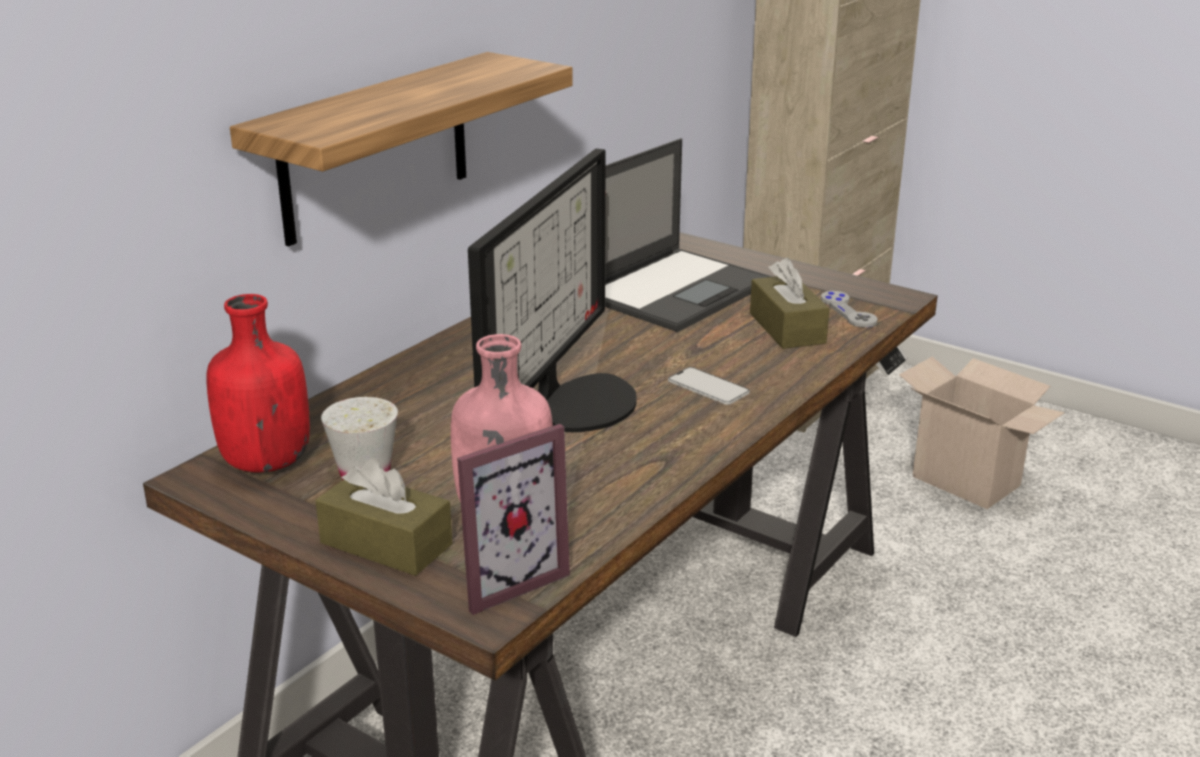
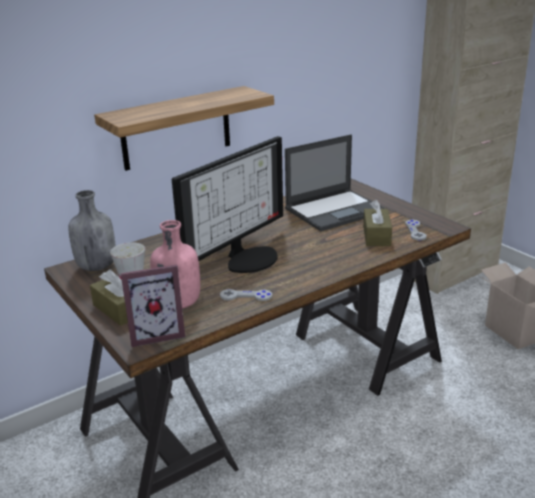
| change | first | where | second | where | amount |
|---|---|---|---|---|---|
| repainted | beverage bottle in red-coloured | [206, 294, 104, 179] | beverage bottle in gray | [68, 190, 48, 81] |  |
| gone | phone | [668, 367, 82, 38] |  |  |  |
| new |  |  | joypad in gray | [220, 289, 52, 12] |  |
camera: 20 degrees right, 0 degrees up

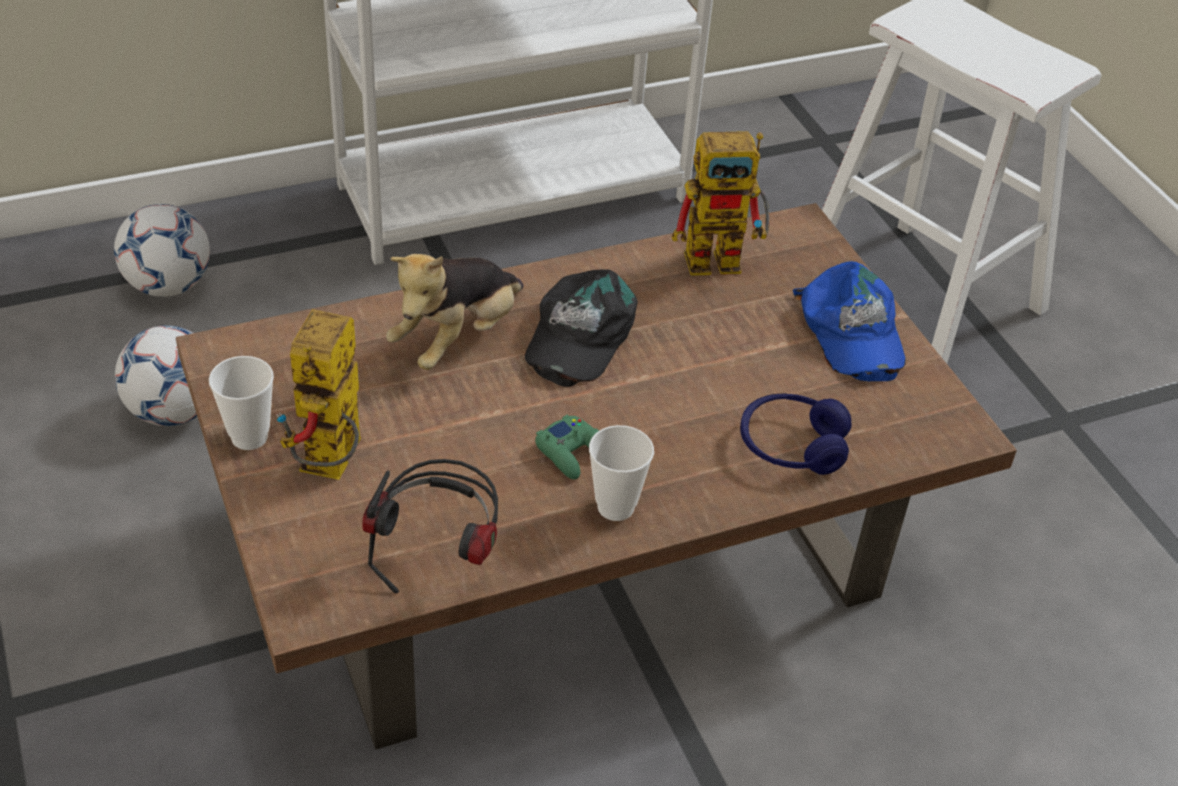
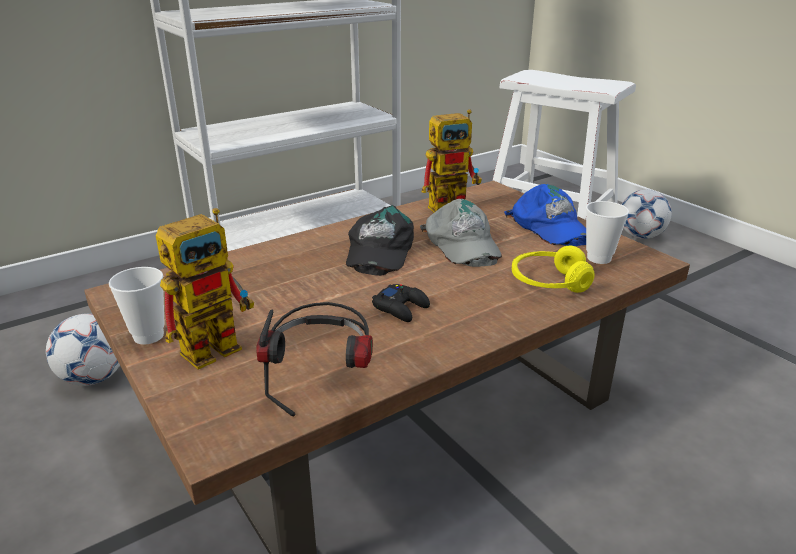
| change | first | where | second | where | amount |
|---|---|---|---|---|---|
| shifted | football ball | [114, 204, 96, 93] |  | [622, 189, 50, 50] |  |
| gone | cuddly toy | [386, 254, 137, 116] |  |  |  |
| rotated | model robot | [276, 309, 85, 171] |  | [156, 208, 98, 161] | 135 degrees counterclockwise |
| repainted | pair of headphones in blue-coloured | [740, 393, 112, 82] | pair of headphones in yellow-coloured | [512, 246, 83, 47] |  |
| repainted | joypad in greenish | [535, 414, 64, 66] | joypad in black-coloured | [372, 284, 58, 38] |  |
| shifted | drinking cup | [589, 425, 65, 96] |  | [586, 201, 43, 63] |  |
| new |  |  | baseball cap in gray | [420, 199, 82, 68] |  |
camera: 10 degrees left, 15 degrees down

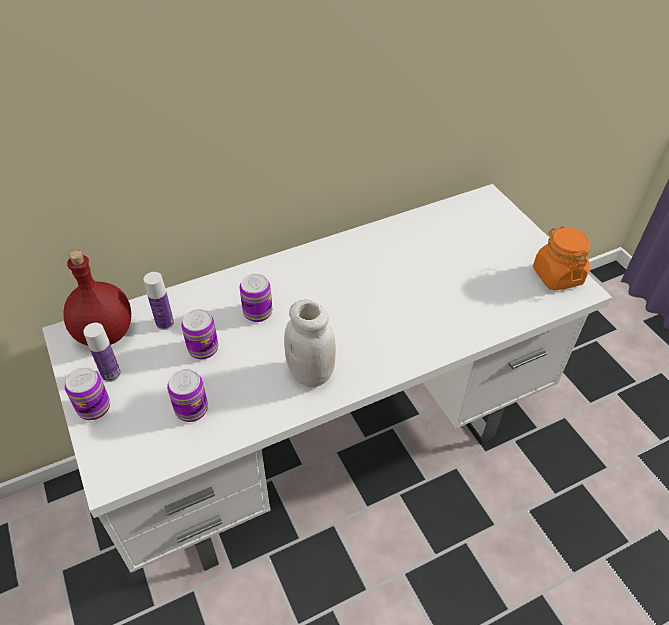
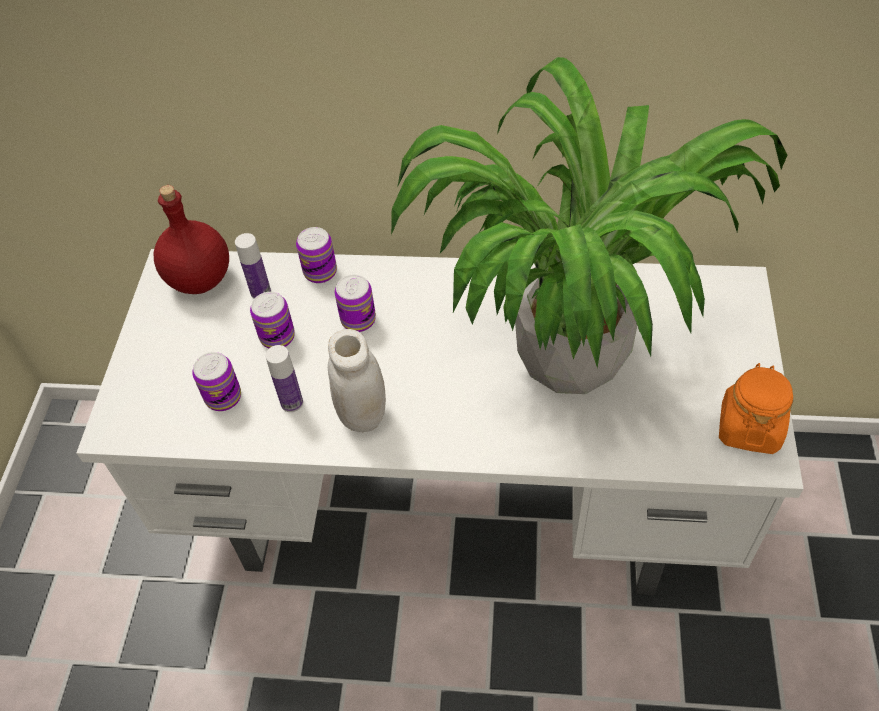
| change | first | where | second | where | amount |
|---|---|---|---|---|---|
| shifted | beverage bottle | [83, 323, 38, 59] |  | [265, 345, 38, 67] |  |
| shifted | metal can | [65, 367, 45, 53] |  | [296, 227, 41, 56] |  |
| new |  |  | potted plant | [391, 57, 396, 337] |  |
camera: 35 degrees right, 5 degrees up

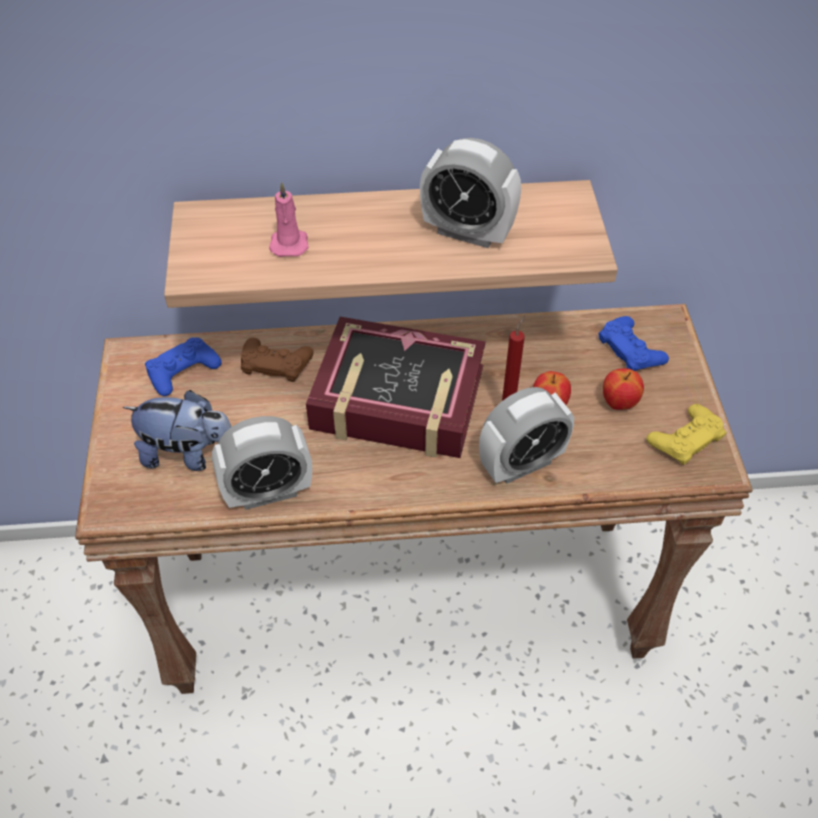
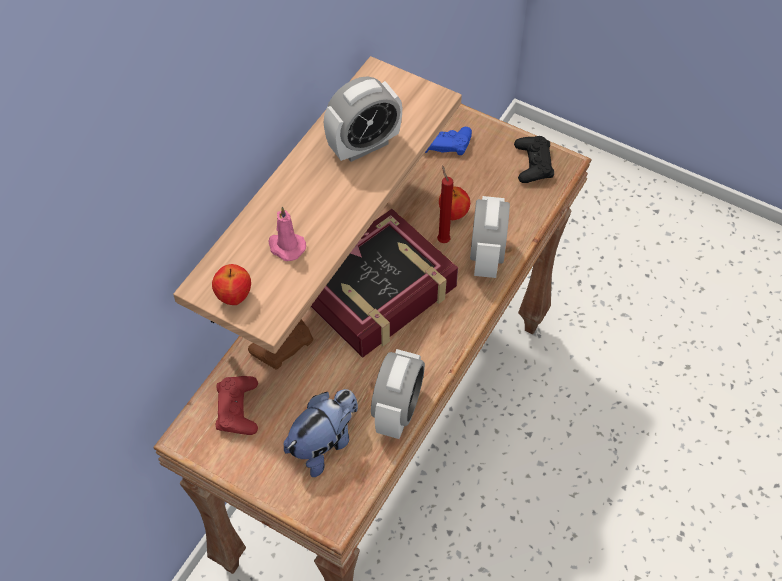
| change | first | where | second | where | amount |
|---|---|---|---|---|---|
| repainted | joypad in blue-coloured | [145, 337, 77, 59] | joypad in red-coloured | [216, 376, 42, 59] |  |
| shifted | apple | [603, 368, 41, 42] |  | [212, 264, 39, 41] |  |
| repainted | joypad in yellow-coloured | [647, 404, 80, 61] | joypad in black-coloured | [514, 136, 40, 47] |  |
camera: 55 degrees left, 5 degrees up

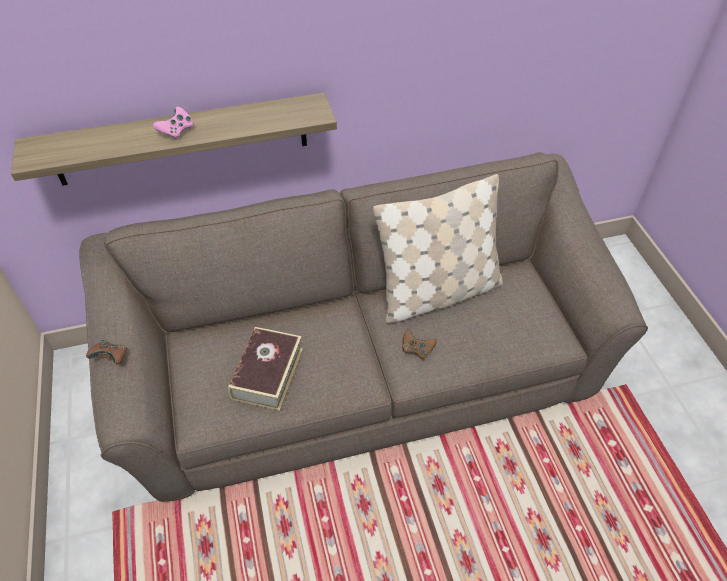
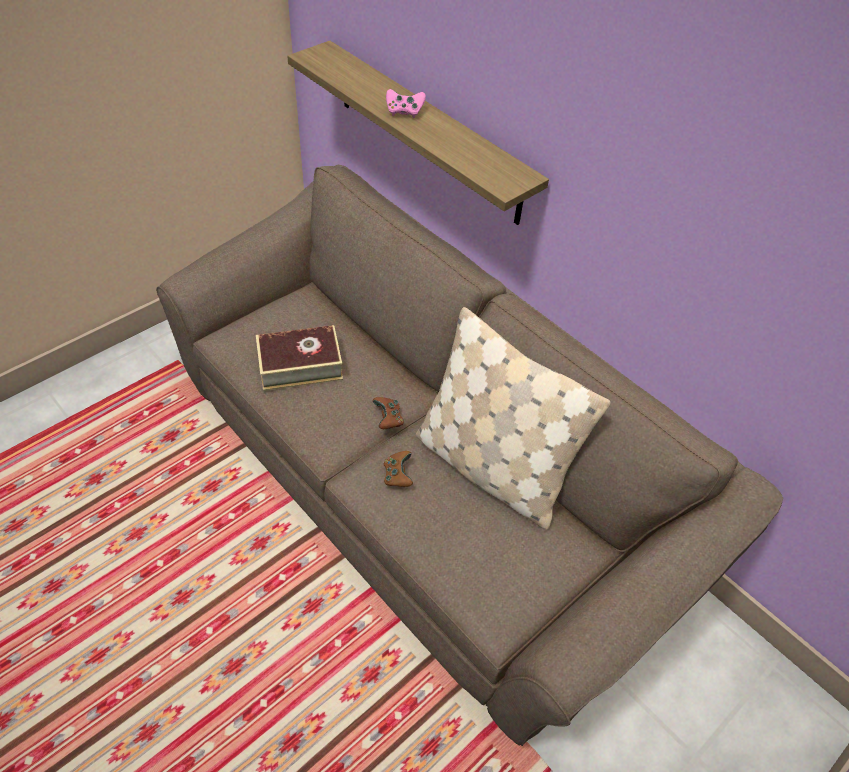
| change | first | where | second | where | amount |
|---|---|---|---|---|---|
| shifted | joypad in brown-coloured | [86, 340, 41, 25] |  | [373, 397, 31, 32] |  |
camera: 60 degrees right, 0 degrees up

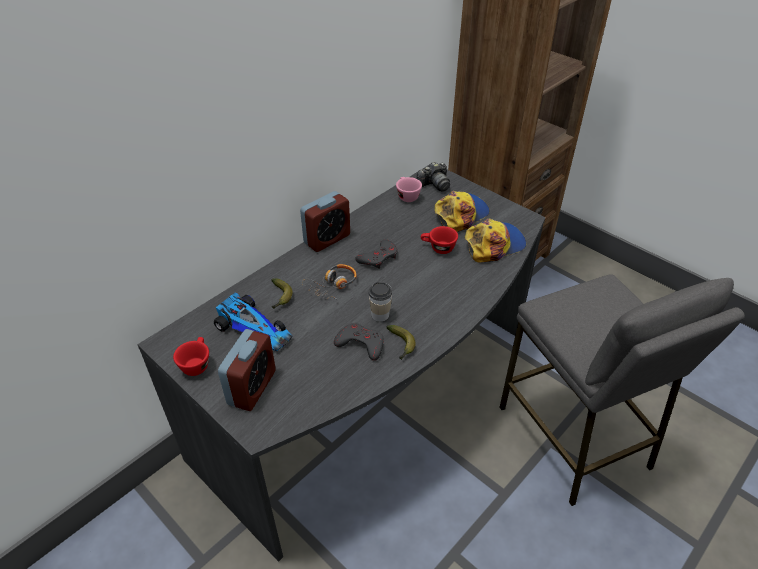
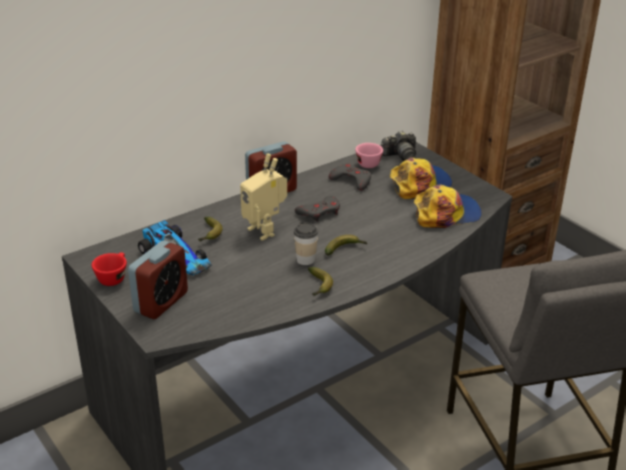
| change | first | where | second | where | amount |
|---|---|---|---|---|---|
| gone | drinking cup in red-coloured | [421, 226, 37, 28] |  |  |  |
| swapped | pair of headphones | [302, 264, 55, 35] | model robot | [240, 153, 47, 88] |  |
| shifted | joypad in gray | [334, 323, 49, 38] |  | [329, 163, 42, 28] |  |
| new |  |  | banana | [325, 235, 43, 21] |  |
camera: 10 degrees right, 10 degrees down

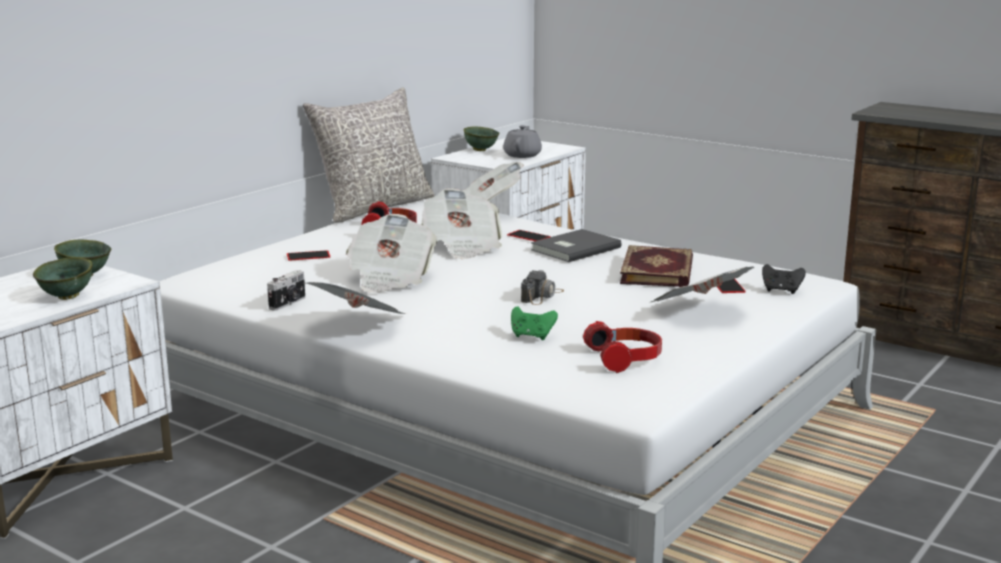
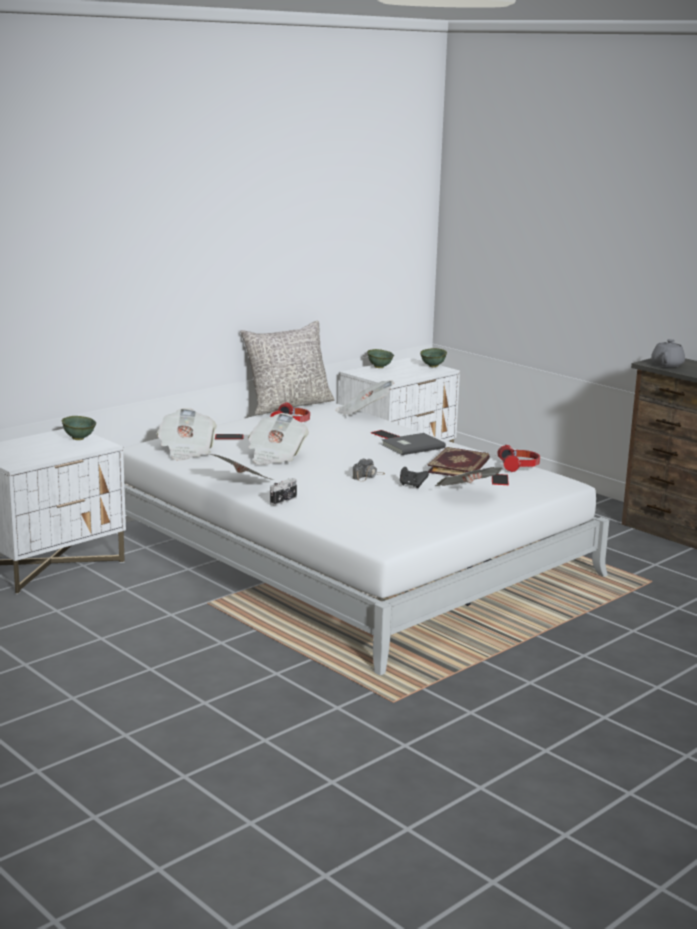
| change | first | where | second | where | amount |
|---|---|---|---|---|---|
| shifted | pot for tea in gray | [503, 125, 39, 33] |  | [651, 339, 34, 28] |  |
| shifted | daily paper | [421, 188, 81, 71] |  | [157, 408, 60, 52] |  |
| shifted | serving bowl in greenish | [33, 257, 60, 43] |  | [420, 348, 27, 19] |  |
| shifted | joypad in black-coloured | [762, 264, 44, 30] |  | [400, 467, 29, 22] |  |
| shifted | still camera | [267, 270, 38, 41] |  | [270, 478, 27, 28] |  |
| gone | joypad in greenish | [511, 306, 47, 34] |  |  |  |
| shifted | pair of headphones | [583, 321, 79, 52] |  | [497, 445, 43, 27] |  |
camera: 10 degrees right, 0 degrees up

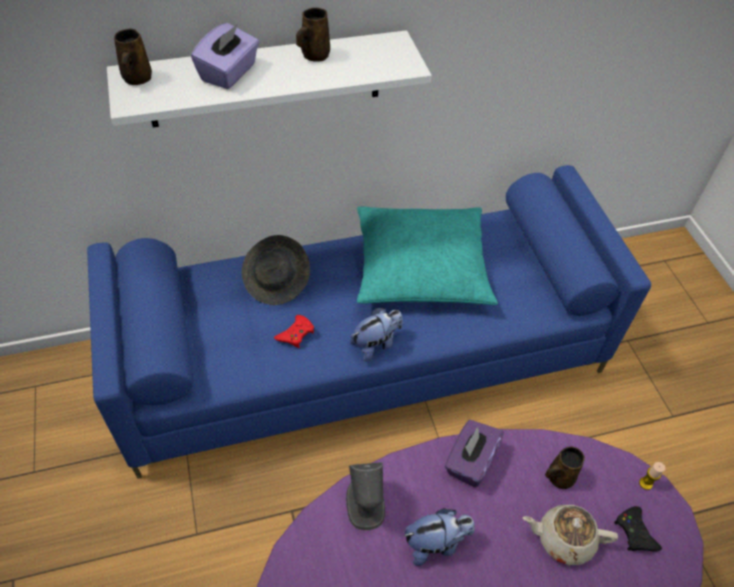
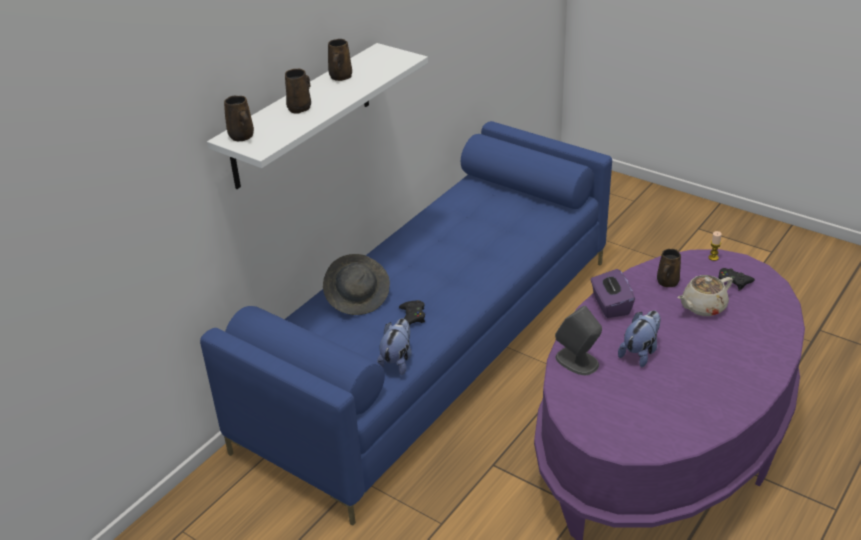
| change | first | where | second | where | amount |
|---|---|---|---|---|---|
| swapped | tissue box in purple | [191, 23, 68, 66] | mug in brown-coloured | [285, 69, 26, 45] |  |
| gone | cushion in turquoise-coloured | [357, 206, 141, 99] |  |  |  |
| shifted | cuddly toy | [350, 308, 53, 54] |  | [377, 318, 35, 57] |  |
| repainted | joypad in red-coloured | [274, 315, 40, 33] | joypad in black-coloured | [399, 300, 26, 25] |  |
camera: 35 degrees left, 15 degrees down

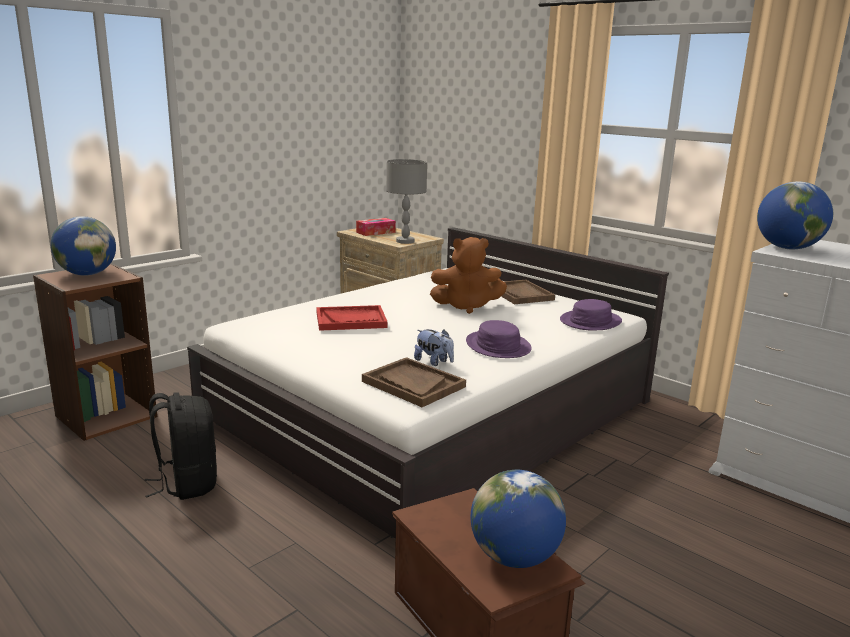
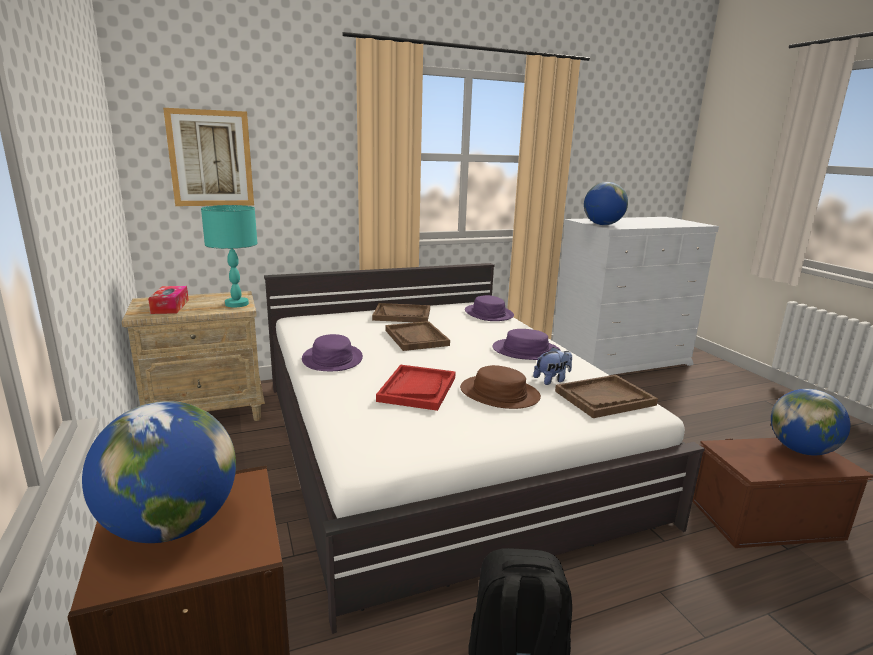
| change | first | where | second | where | amount |
|---|---|---|---|---|---|
| repainted | table lamp in gray | [386, 159, 41, 85] | table lamp in turquoise-coloured | [201, 205, 57, 102] |  |
| swapped | cuddly toy in brown-coloured | [430, 237, 77, 77] | serving tray in brown-coloured | [385, 321, 65, 30] |  |
| new |  |  | wall picture | [163, 108, 91, 98] |  |
| new |  |  | clothing hat in purple | [302, 334, 61, 37] |  |
| new |  |  | clothing hat in brown-coloured | [460, 365, 81, 44] |  |
camera: 65 degrees left, 0 degrees up

